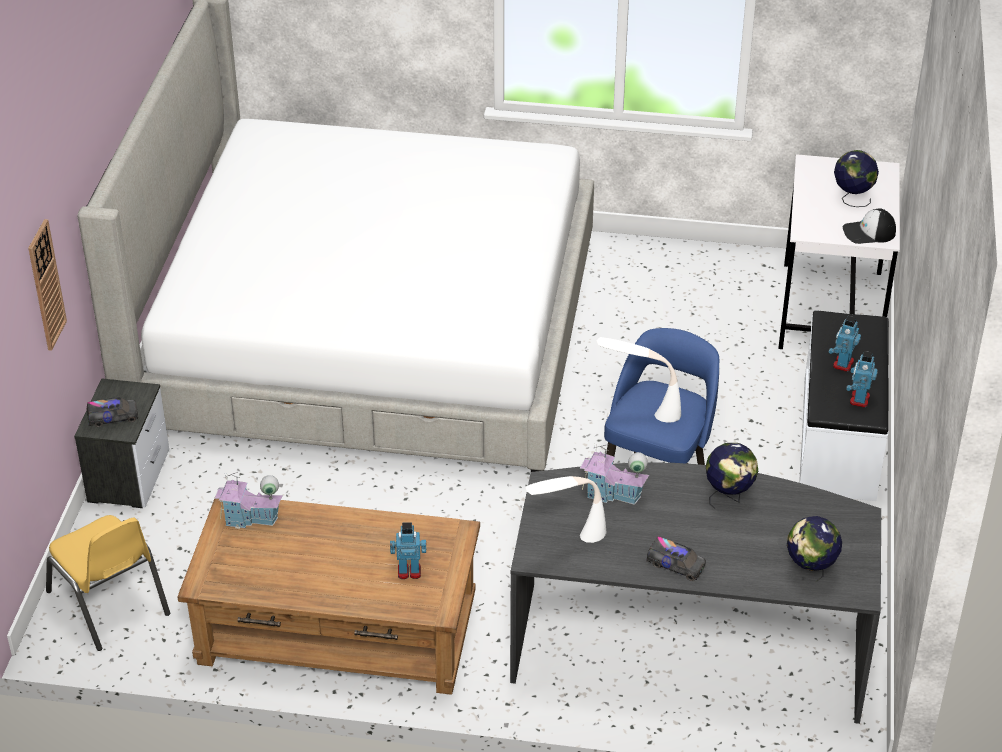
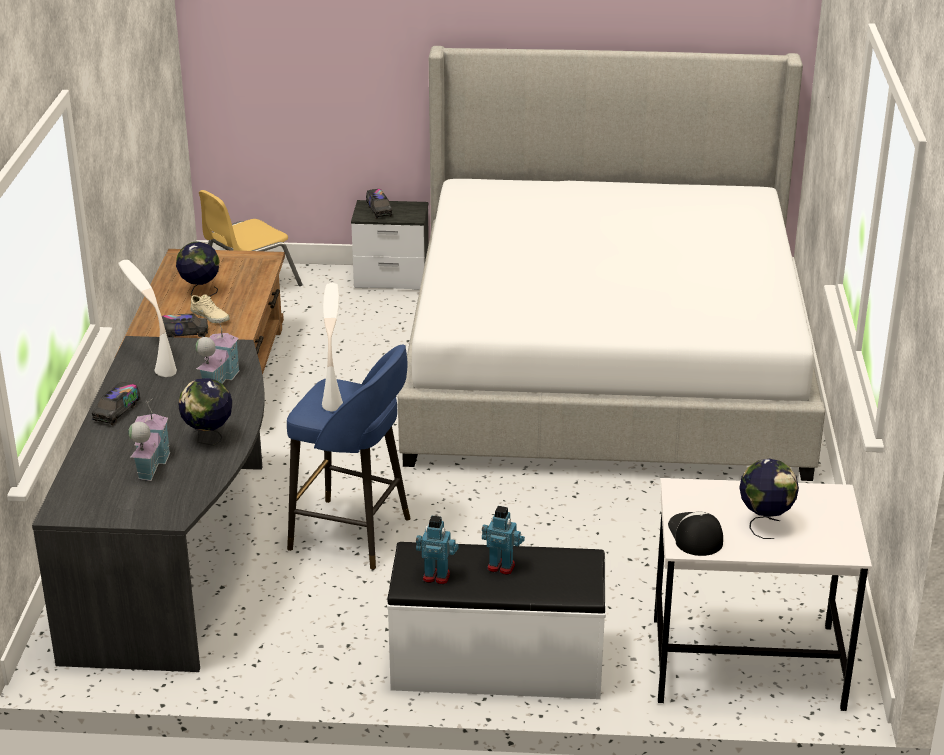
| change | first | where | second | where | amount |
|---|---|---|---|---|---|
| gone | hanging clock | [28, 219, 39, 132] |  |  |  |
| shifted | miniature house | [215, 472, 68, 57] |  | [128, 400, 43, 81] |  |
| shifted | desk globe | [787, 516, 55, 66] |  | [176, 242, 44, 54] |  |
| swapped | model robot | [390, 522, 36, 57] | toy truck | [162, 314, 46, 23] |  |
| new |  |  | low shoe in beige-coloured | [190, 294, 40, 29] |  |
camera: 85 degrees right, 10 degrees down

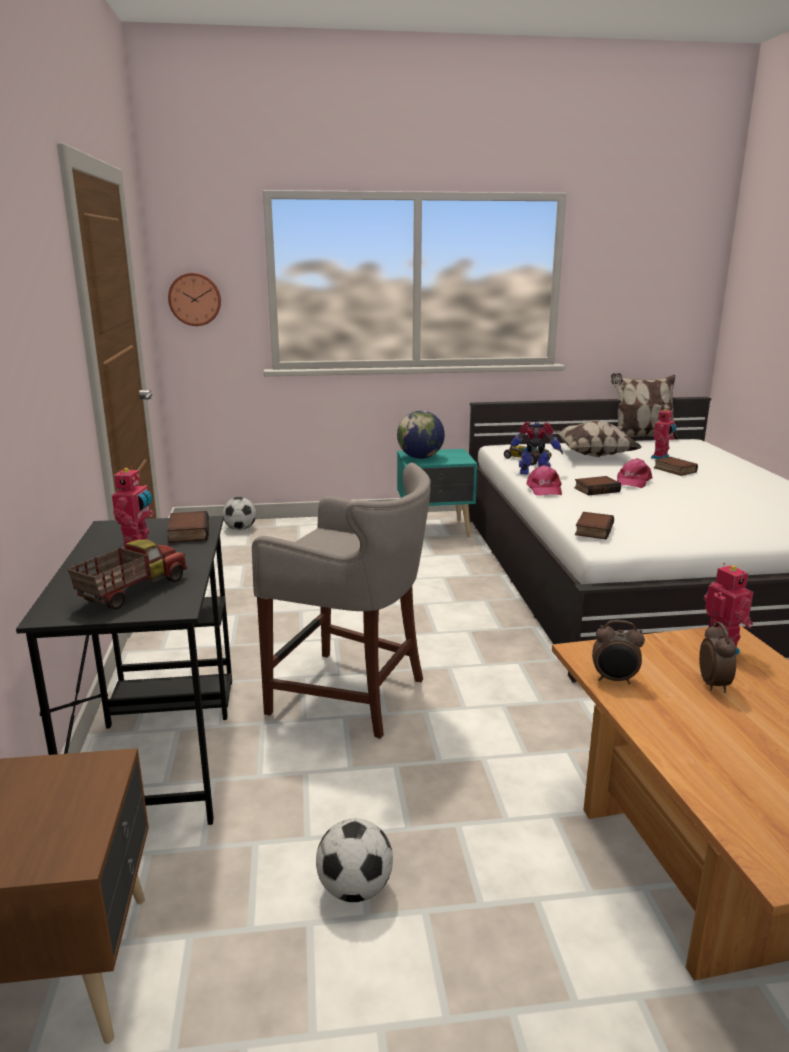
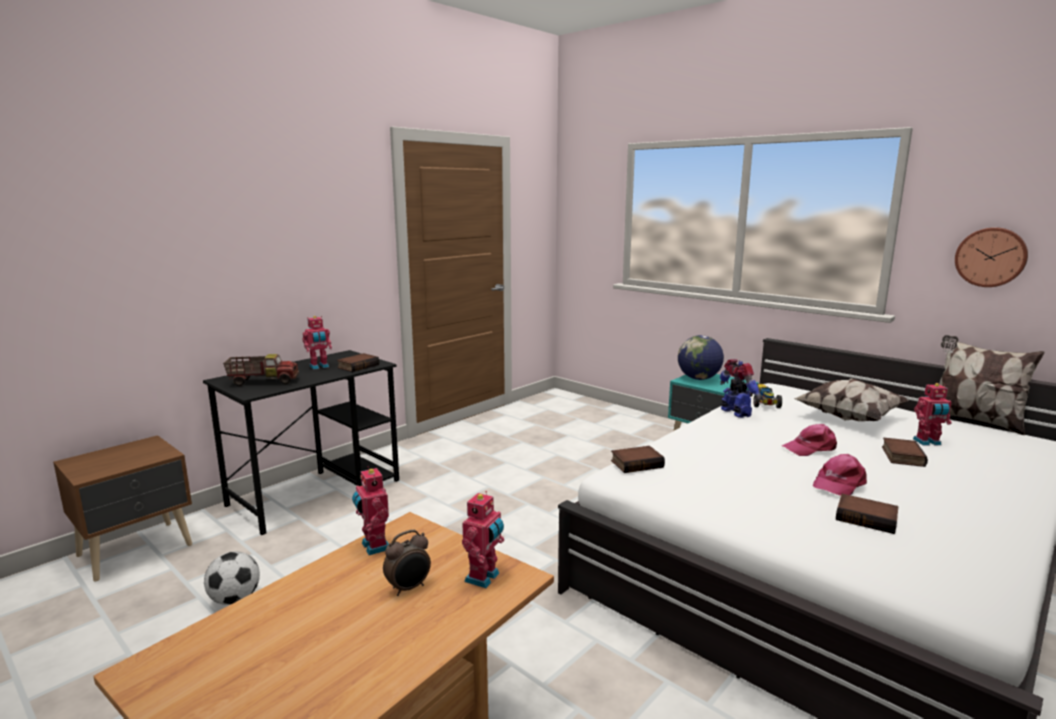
| change | first | where | second | where | amount |
|---|---|---|---|---|---|
| shifted | hanging clock | [168, 273, 53, 53] |  | [955, 227, 73, 60] |  |
| gone | stool in gray | [252, 463, 179, 276] |  |  |  |
| shifted | baseball cap in pink | [526, 465, 36, 31] |  | [813, 454, 54, 42] |  |
| shifted | volume | [574, 476, 47, 20] |  | [836, 494, 62, 40] |  |
| gone | football ball | [222, 497, 34, 33] |  |  |  |
| swapped | bedside clock | [592, 620, 53, 64] | model robot | [352, 466, 37, 89] |  |
camera: 50 degrees right, 5 degrees down

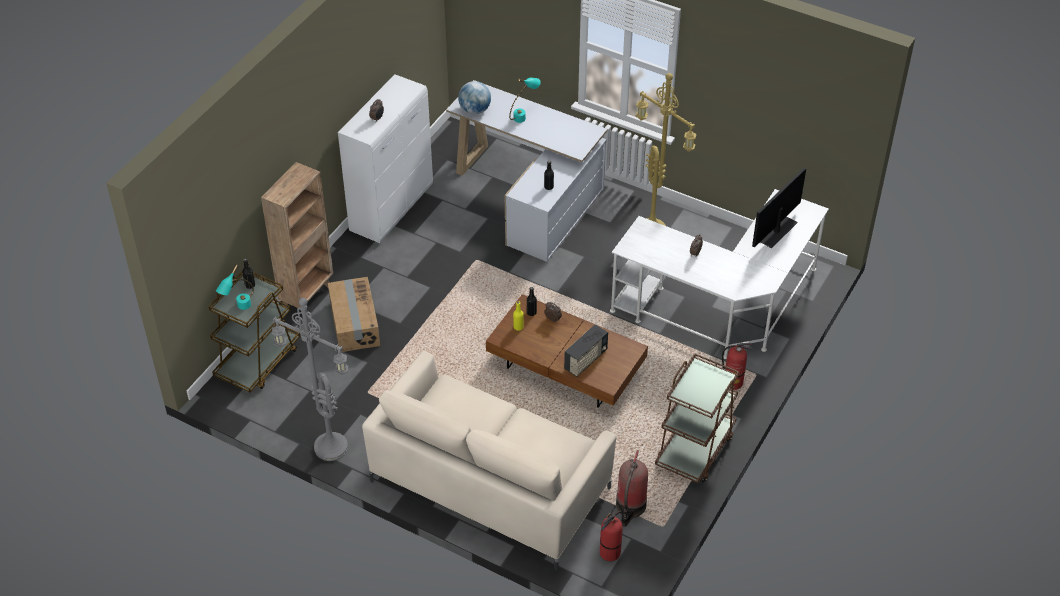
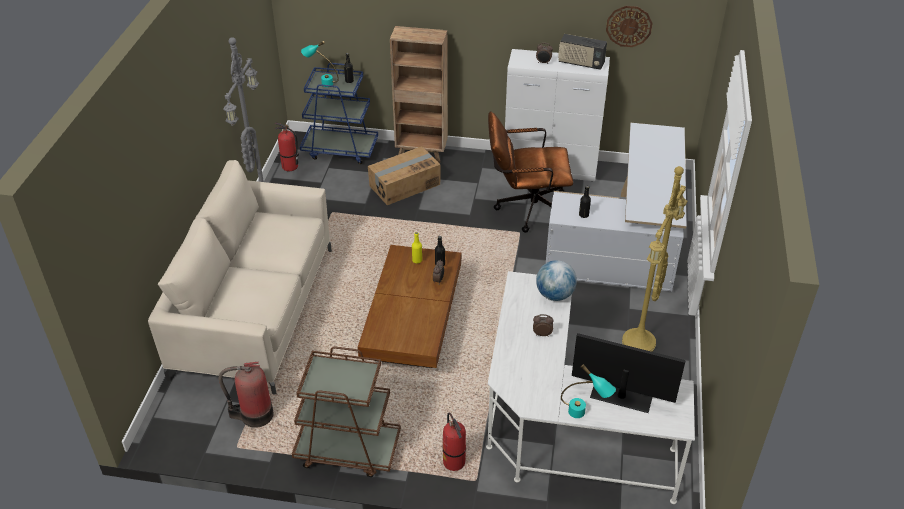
| change | first | where | second | where | amount |
|---|---|---|---|---|---|
| shifted | table lamp in turquoise-coloured | [509, 78, 32, 45] |  | [561, 364, 55, 54] |  |
| shifted | desk globe | [458, 81, 33, 33] |  | [536, 260, 41, 41] |  |
| repainted | wheeled cart in brown-coloured | [208, 272, 92, 121] | wheeled cart in blue-coloured | [300, 63, 78, 101] |  |
| shifted | radio | [564, 324, 44, 53] |  | [558, 34, 49, 36] |  |
| shifted | fire extinguisher | [600, 511, 24, 50] |  | [275, 123, 24, 48] |  |
| new |  |  | hanging clock | [606, 6, 47, 41] |  |
| new |  |  | office chair in brown-coloured | [488, 111, 85, 122] |  |
camera: 70 degrees right, 5 degrees down

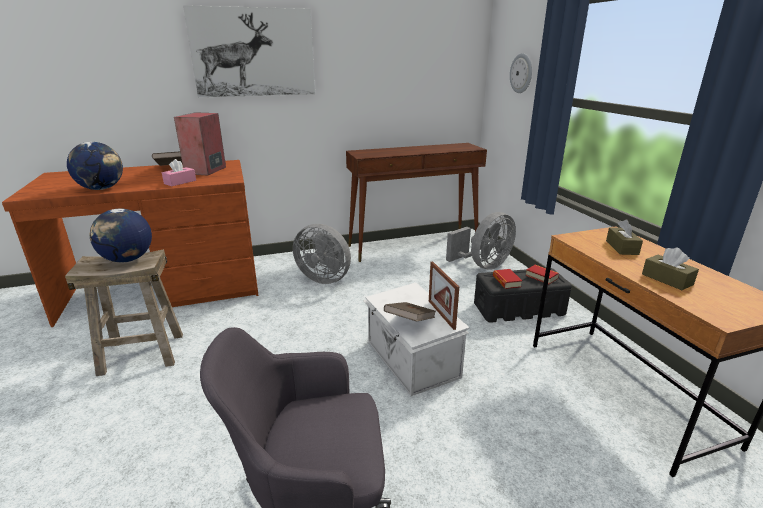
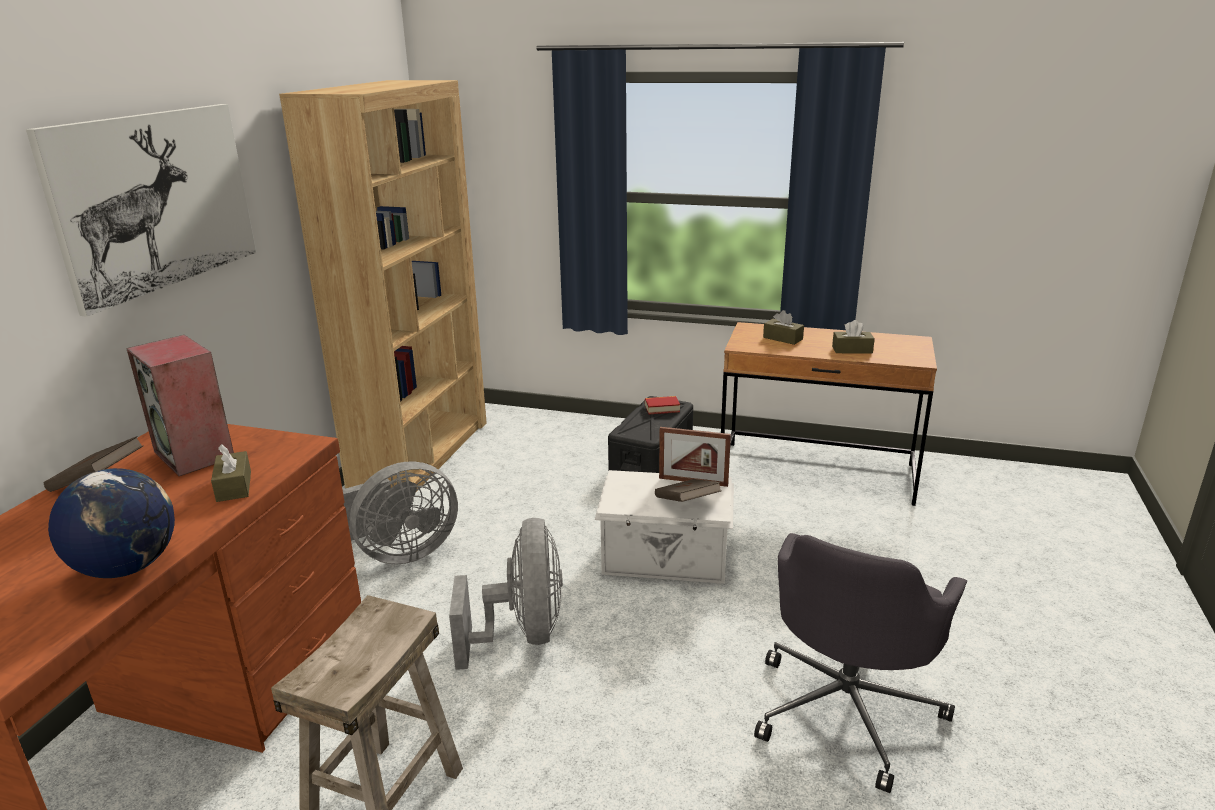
| change | first | where | second | where | amount |
|---|---|---|---|---|---|
| gone | hanging clock | [510, 53, 22, 40] |  |  |  |
| swapped | console table in brown-coloured | [346, 143, 141, 119] | bookshelf in brown-coloured | [279, 80, 208, 412] |  |
| repainted | tissue box in pink | [162, 159, 34, 27] | tissue box in brown-coloured | [211, 444, 40, 58] |  |
| gone | desk globe | [90, 209, 62, 53] |  |  |  |
| shifted | fan in gray | [446, 212, 70, 58] |  | [449, 518, 114, 152] |  |
| gone | volume | [493, 269, 29, 20] |  |  |  |
camera: 55 degrees left, 0 degrees up

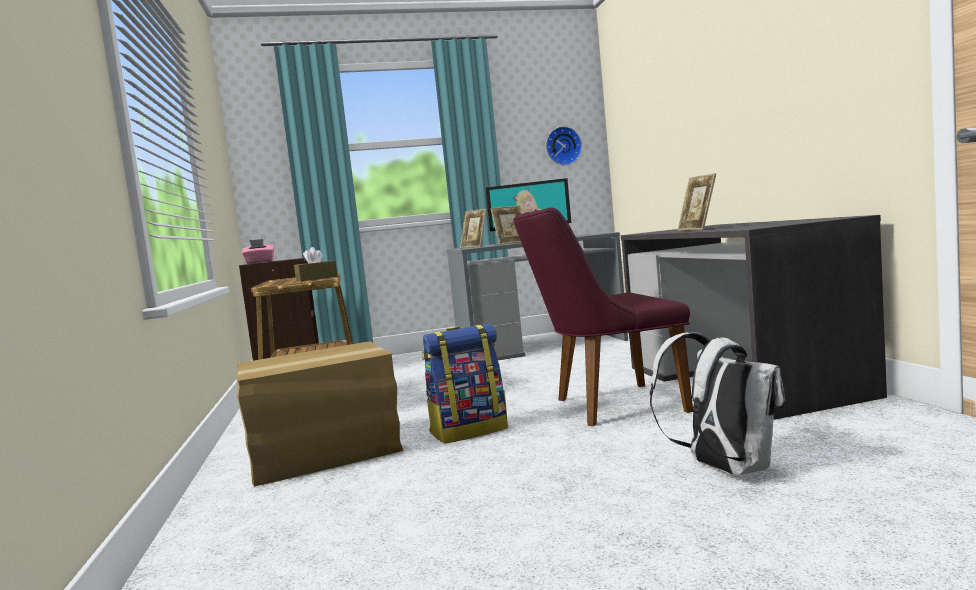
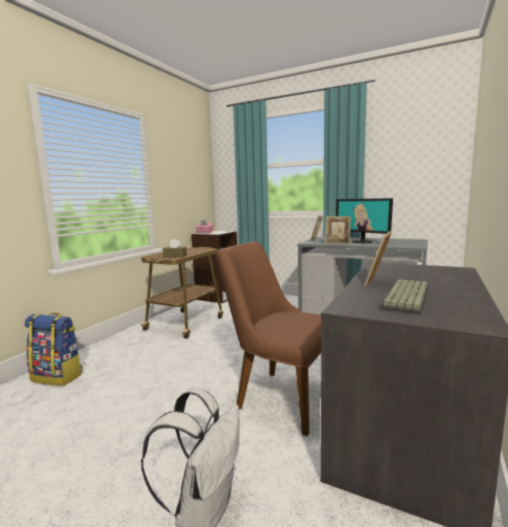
| change | first | where | second | where | amount |
|---|---|---|---|---|---|
| gone | hanging clock | [546, 126, 36, 39] |  |  |  |
| repainted | upright chair in purple | [513, 207, 180, 219] | upright chair in brown-coloured | [215, 242, 107, 194] |  |
| shifted | backpack | [422, 324, 86, 120] |  | [24, 313, 58, 73] |  |
| gone | carton | [236, 341, 167, 145] |  |  |  |
| new |  |  | PC keyboard | [380, 279, 49, 35] |  |
camera: 40 degrees right, 5 degrees up

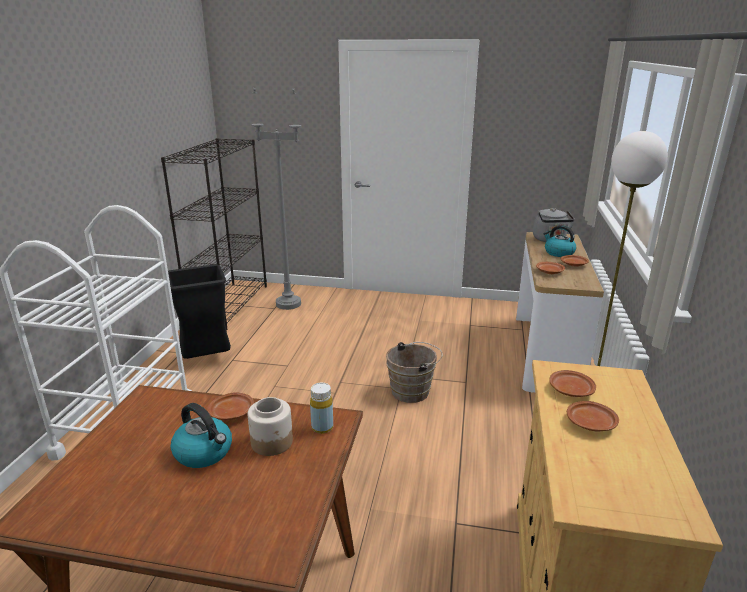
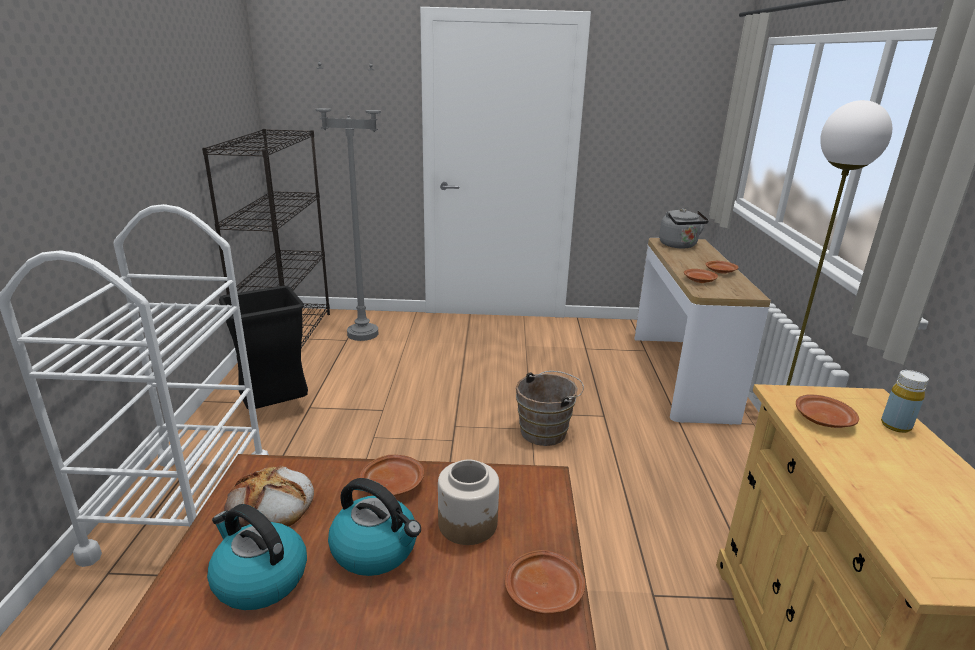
| change | first | where | second | where | amount |
|---|---|---|---|---|---|
| shifted | kettle | [543, 225, 33, 32] |  | [207, 504, 100, 106] |  |
| shifted | beverage bottle in yellow-coloured | [310, 383, 23, 51] |  | [881, 370, 48, 63] |  |
| shifted | plate in brown-coloured | [567, 401, 52, 30] |  | [505, 550, 80, 65] |  |
| new |  |  | bread | [224, 466, 90, 61] |  |
camera: 10 degrees left, 0 degrees up

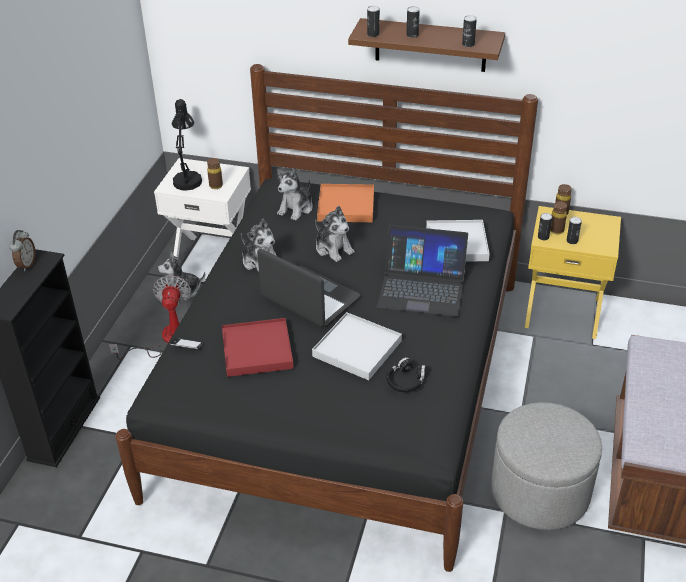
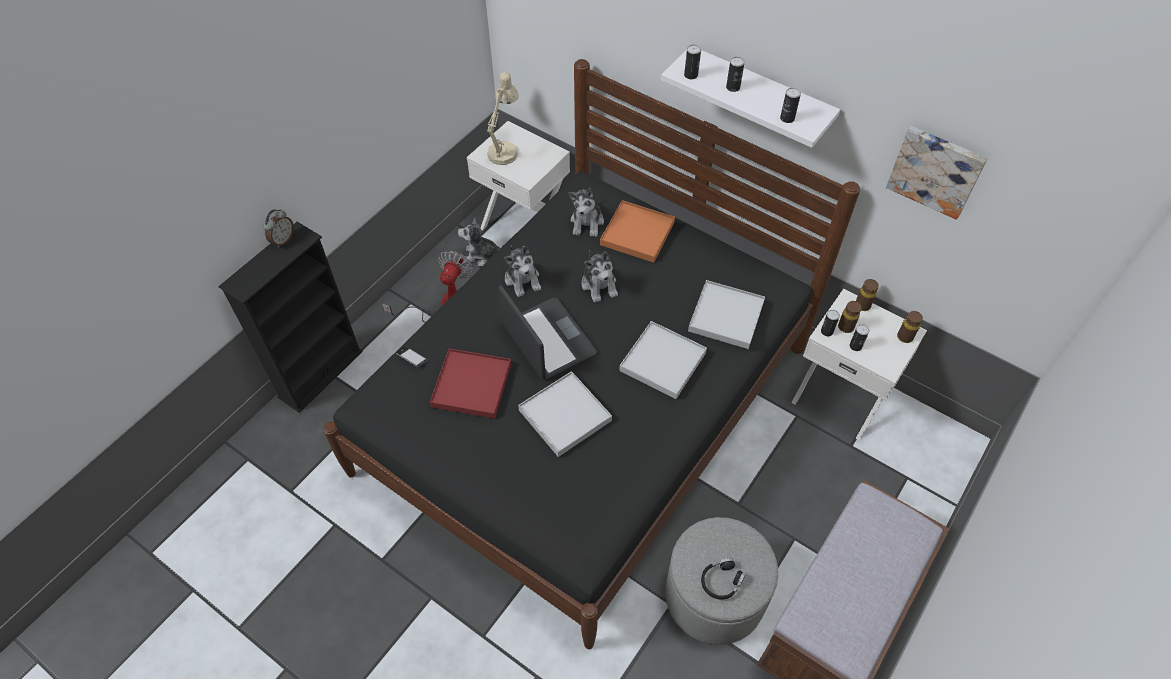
| change | first | where | second | where | amount |
|---|---|---|---|---|---|
| repainted | bracket shelf in brown-coloured | [348, 18, 157, 54] | bracket shelf in white | [661, 50, 179, 98] |  |
| repainted | table lamp in black-coloured | [172, 99, 30, 91] | table lamp in beige-coloured | [487, 72, 32, 93] |  |
| shifted | beverage bottle in brown-coloured | [207, 158, 16, 31] |  | [897, 311, 26, 32] |  |
| rotated | cuddly toy | [277, 169, 36, 52] |  | [569, 188, 35, 49] | 45 degrees counterclockwise |
| repainted | bedside table in yellow-coloured | [525, 206, 96, 133] | bedside table in white | [792, 289, 135, 151] |  |
| swapped | notebook computer | [377, 225, 91, 92] | serving tray in white | [619, 321, 88, 78] |  |
| shifted | pair of headphones in black-coloured | [386, 357, 39, 35] |  | [701, 558, 45, 41] |  |
| new |  |  | wall picture | [886, 126, 102, 94] |  |
camera: 20 degrees right, 15 degrees up

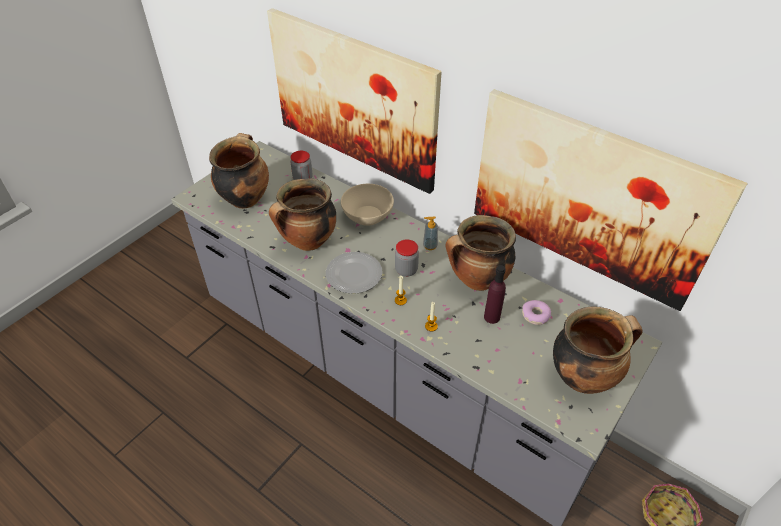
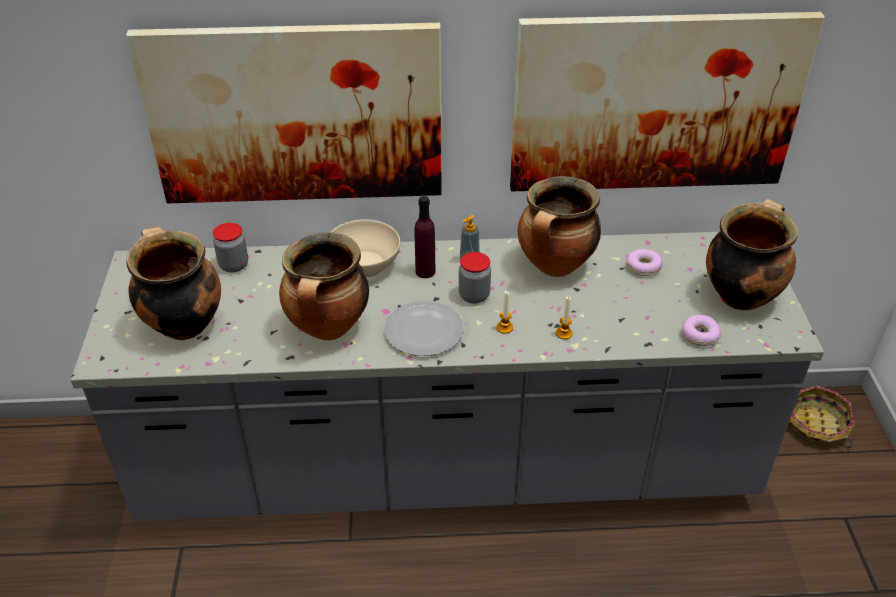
| change | first | where | second | where | amount |
|---|---|---|---|---|---|
| shifted | beverage bottle in purple | [484, 265, 22, 59] |  | [415, 196, 20, 82] |  |
| new |  |  | donut | [682, 315, 39, 31] |  |
camera: 40 degrees left, 5 degrees down

